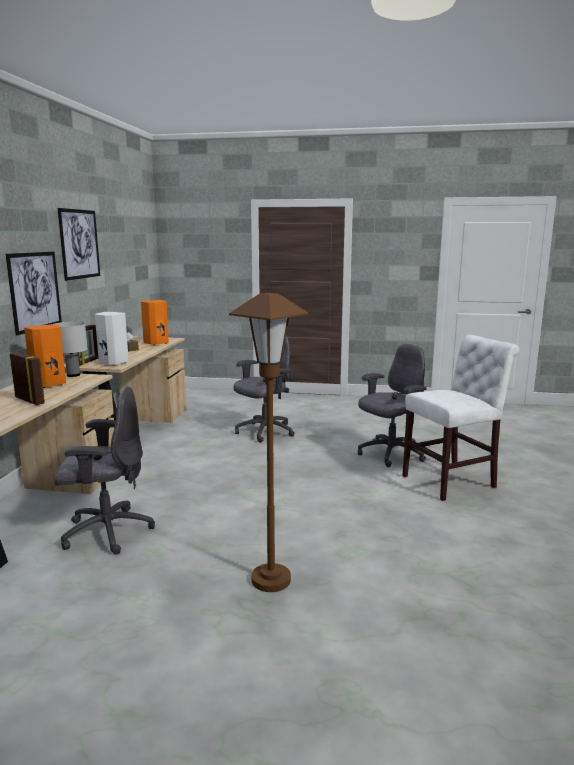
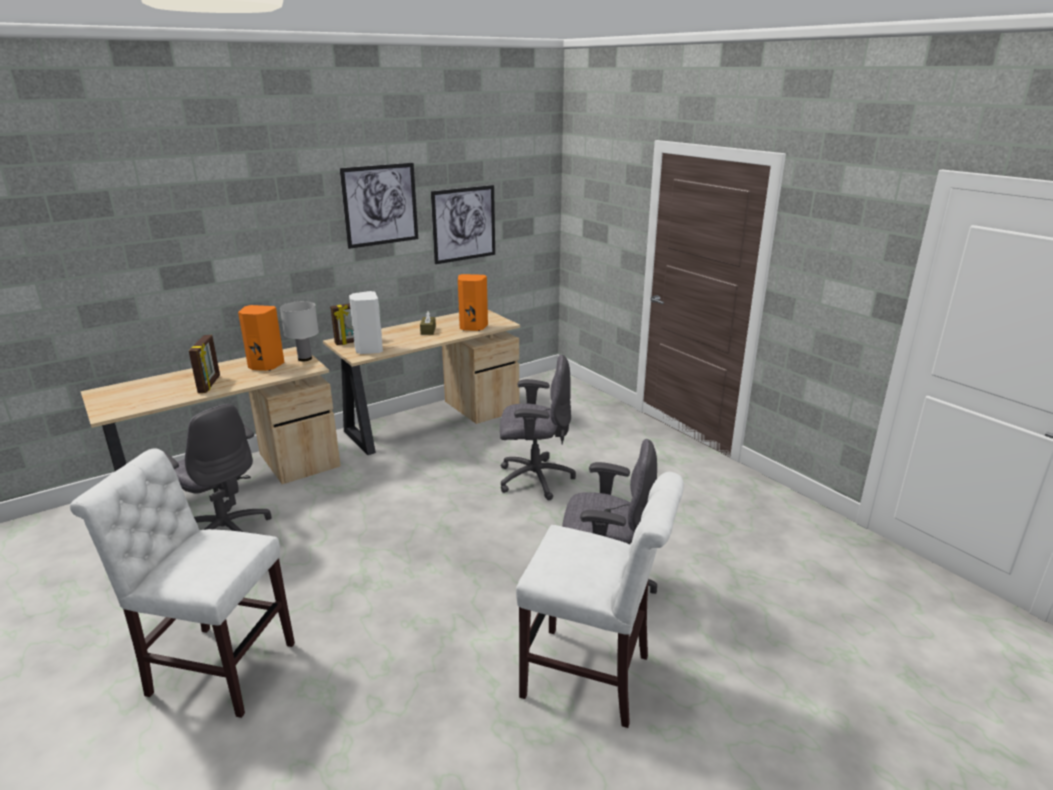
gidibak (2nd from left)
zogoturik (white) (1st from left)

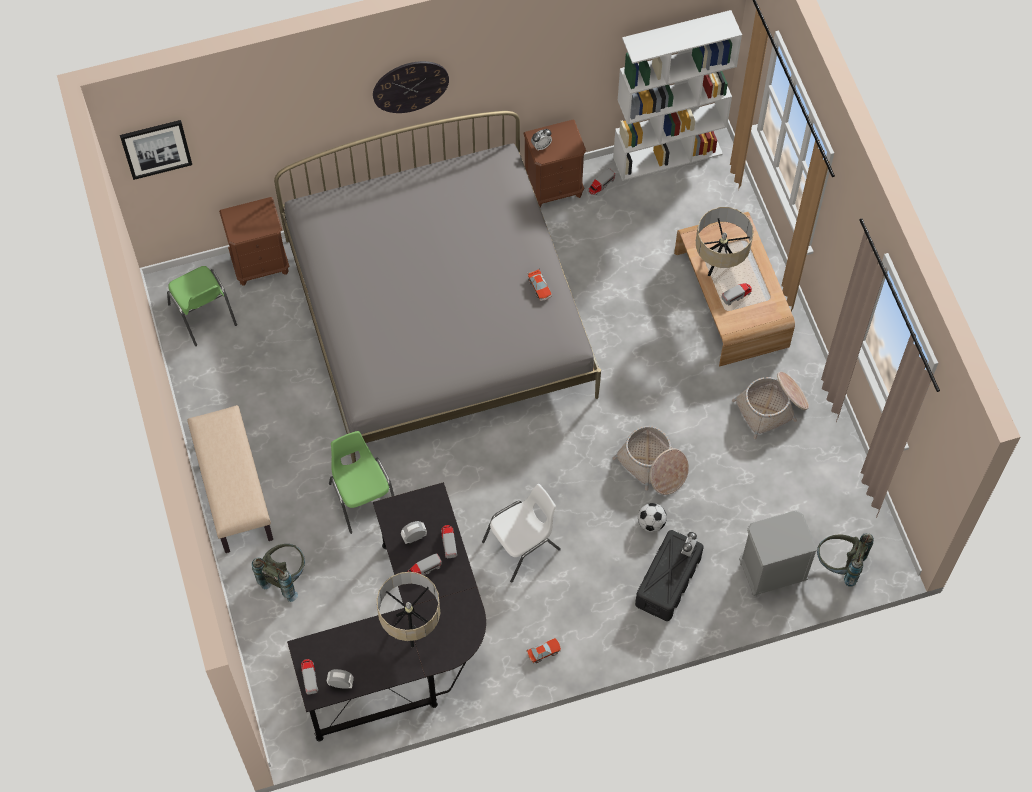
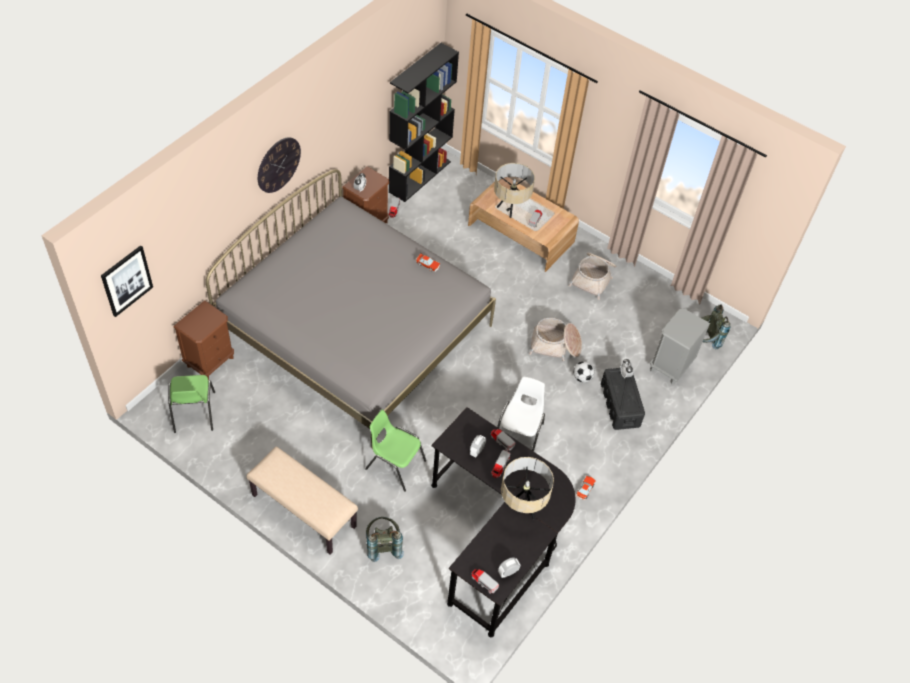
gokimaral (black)
zogoturik (green) (1st from left)

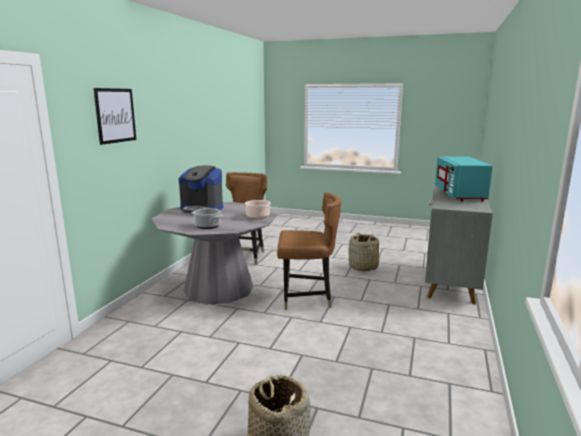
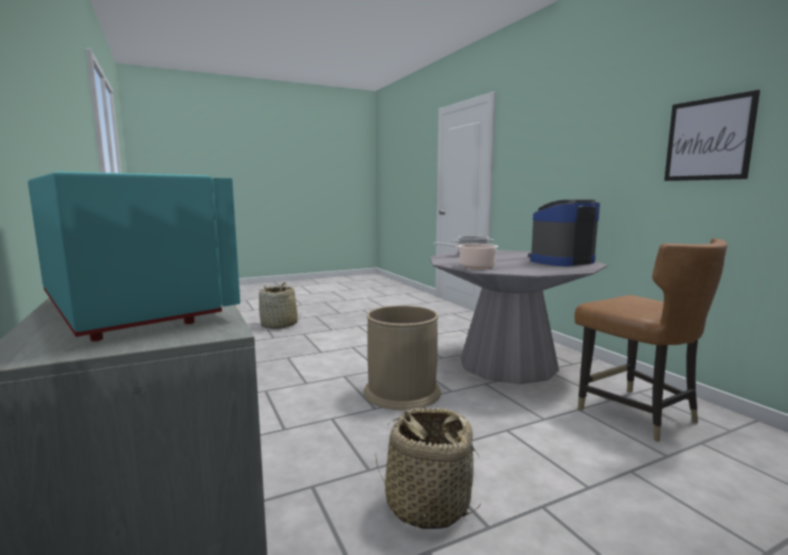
gidibak
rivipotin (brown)

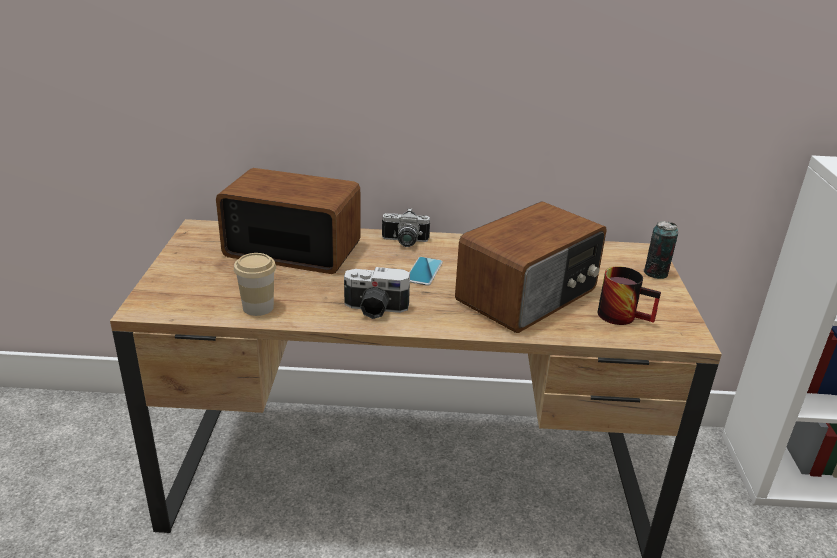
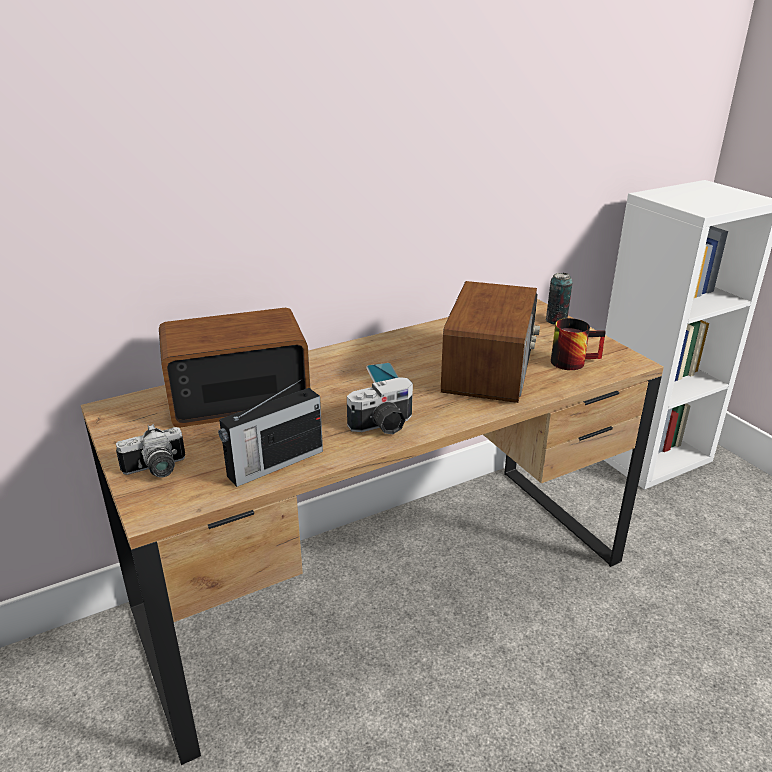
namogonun (1st from left)
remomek (2nd from left)

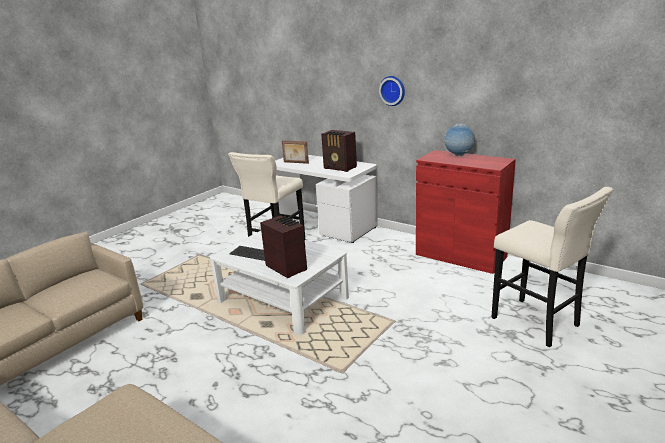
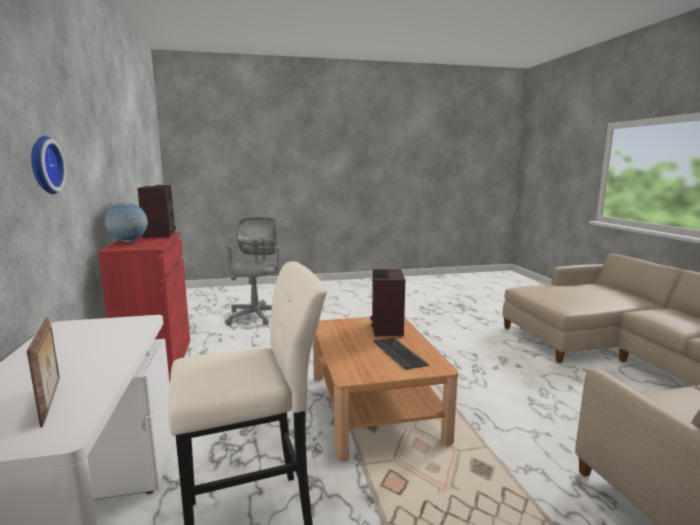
remomek (1st from left)
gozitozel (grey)
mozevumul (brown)

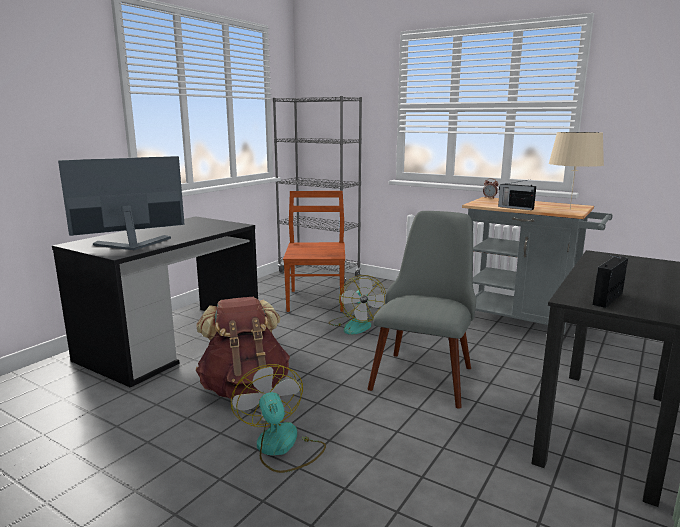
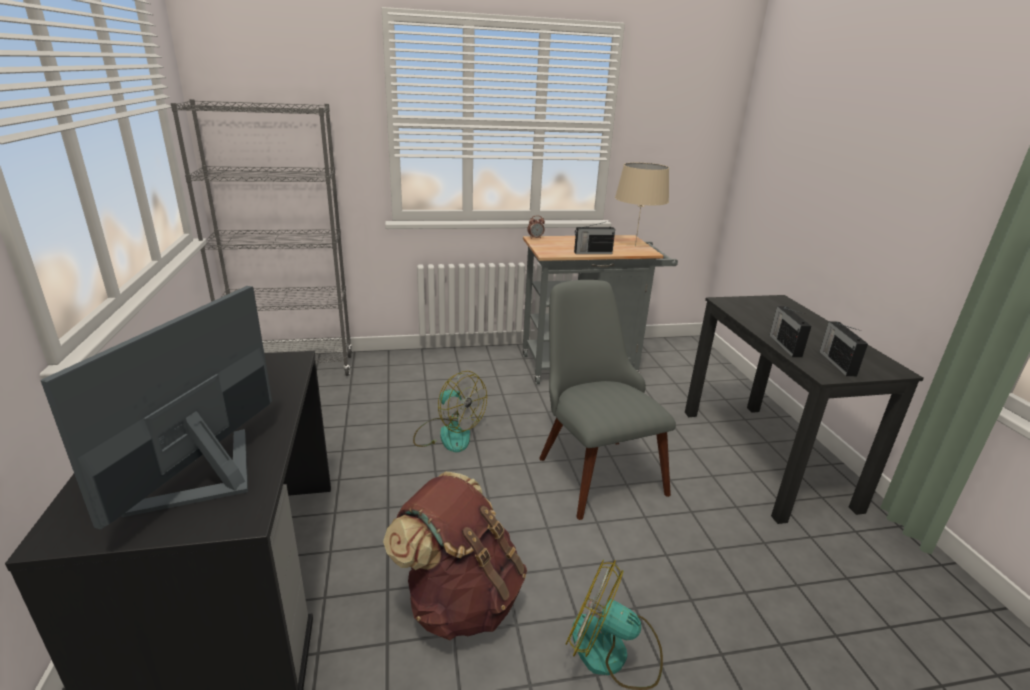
zogoturik (brown)
remomek (2nd from left)

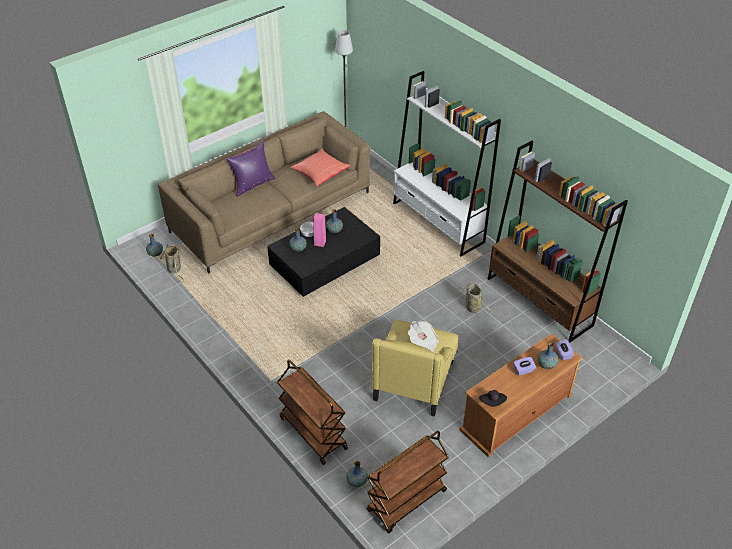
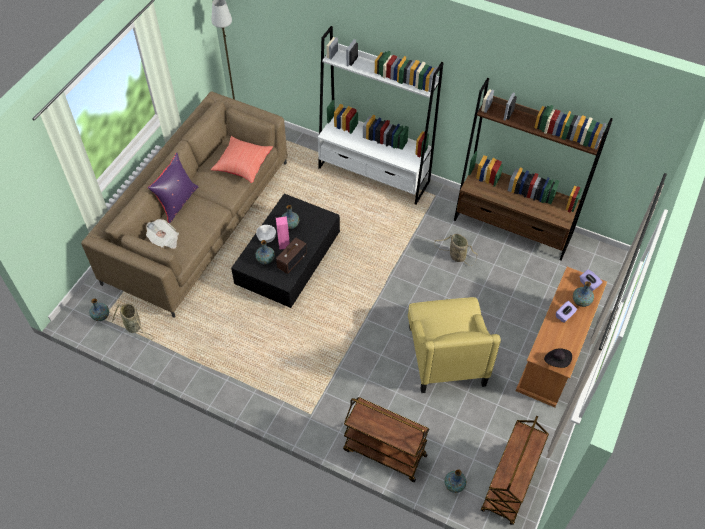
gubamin
remomek

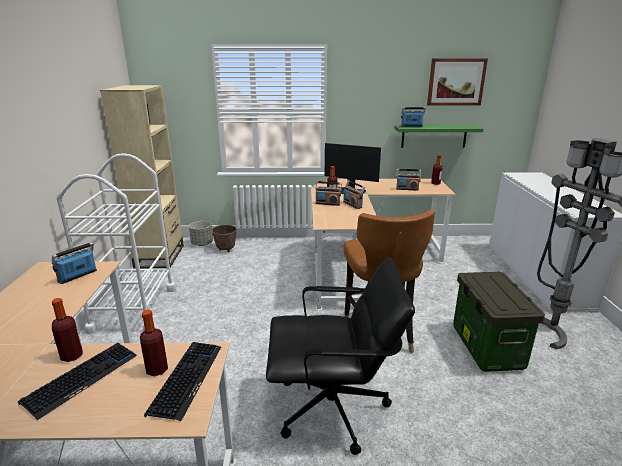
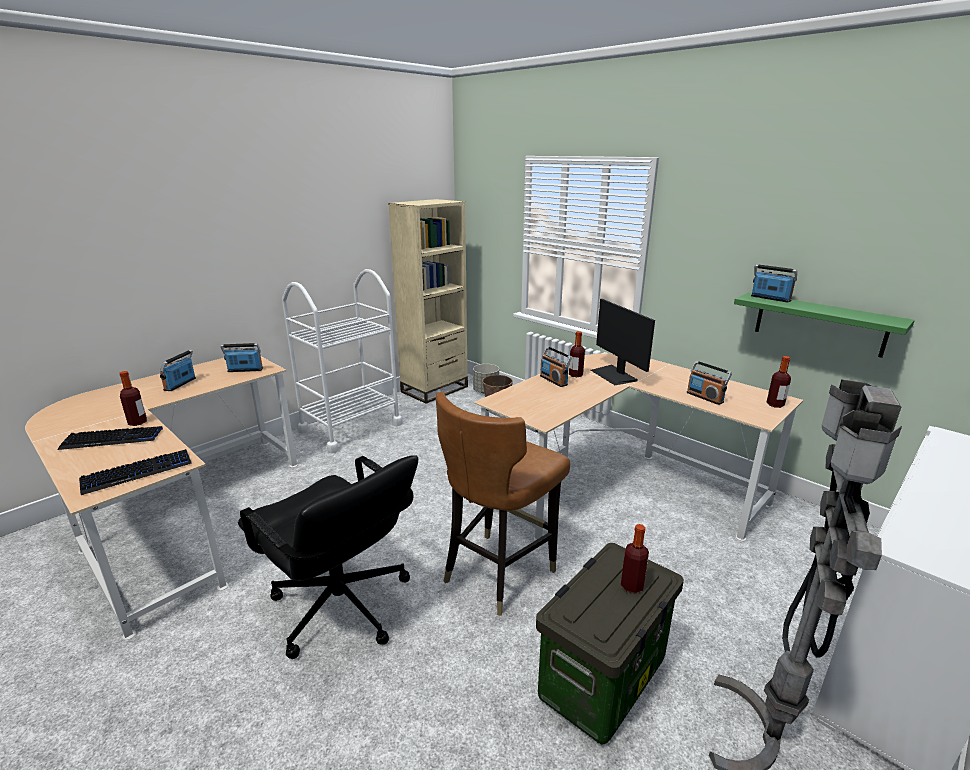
gidibak
remomek (1st from left)
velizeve (3rd from left)

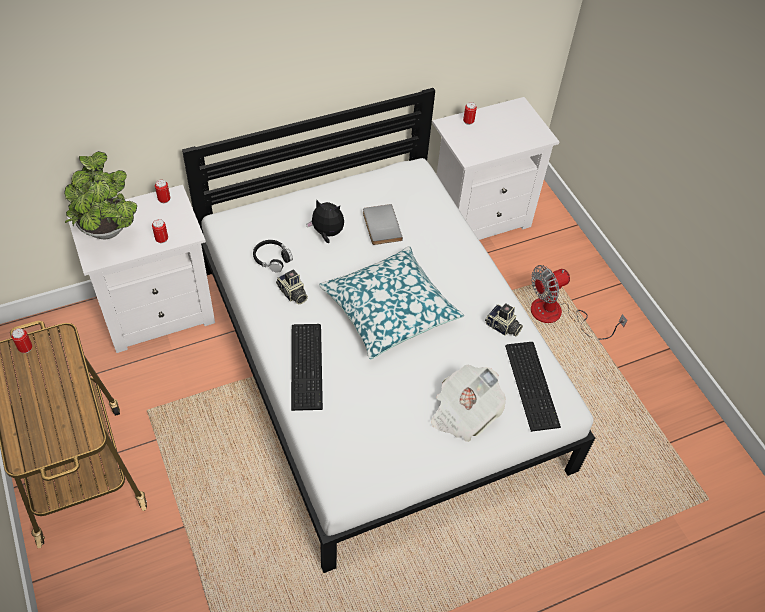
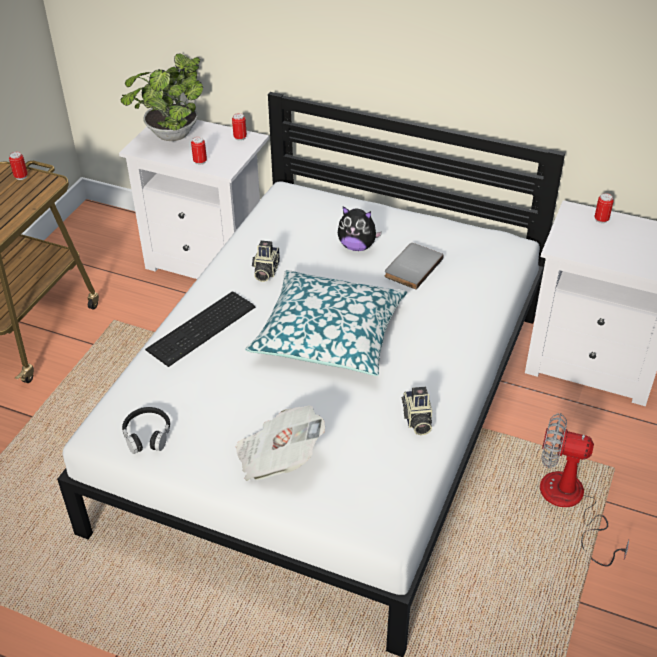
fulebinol
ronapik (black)
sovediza (2nd from left in the first image)

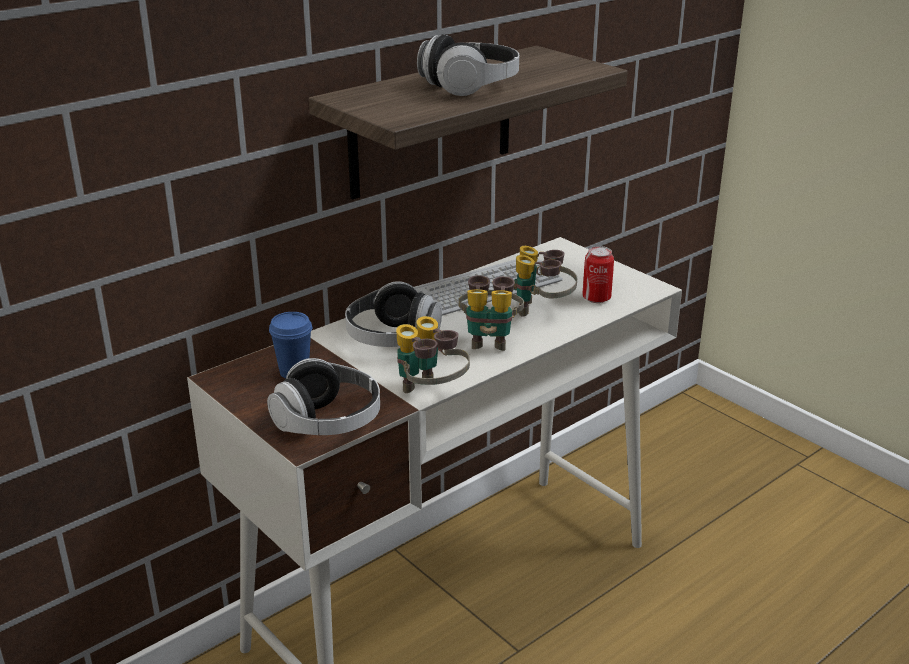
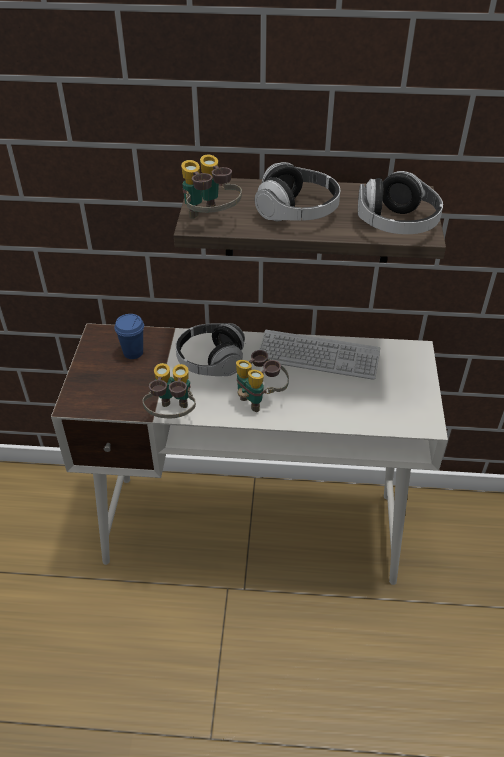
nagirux (2nd from left)
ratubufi
ronapik (3rd from left)

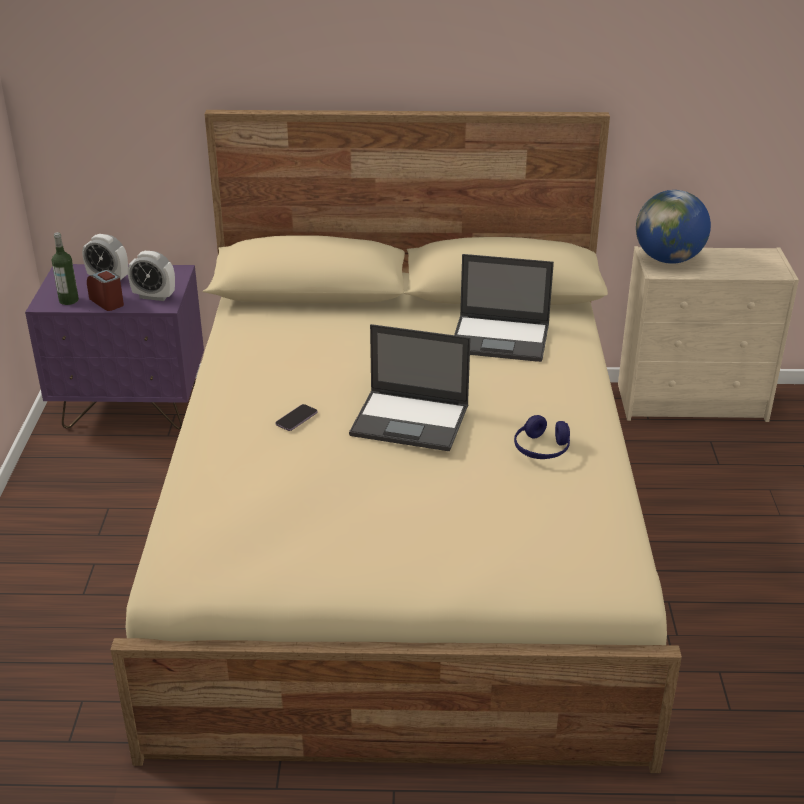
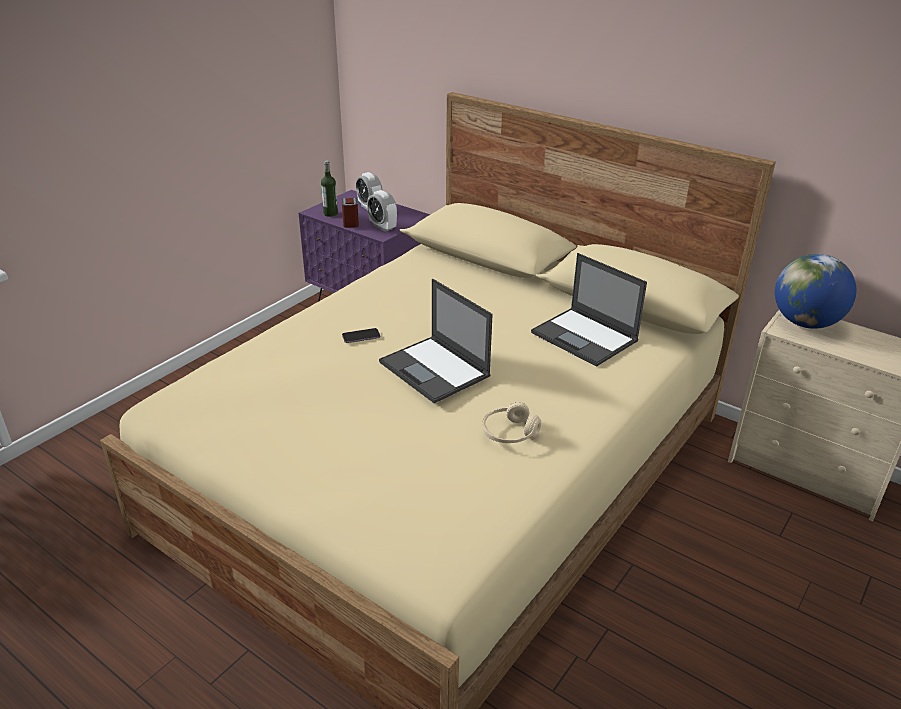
ronapik (beige)

